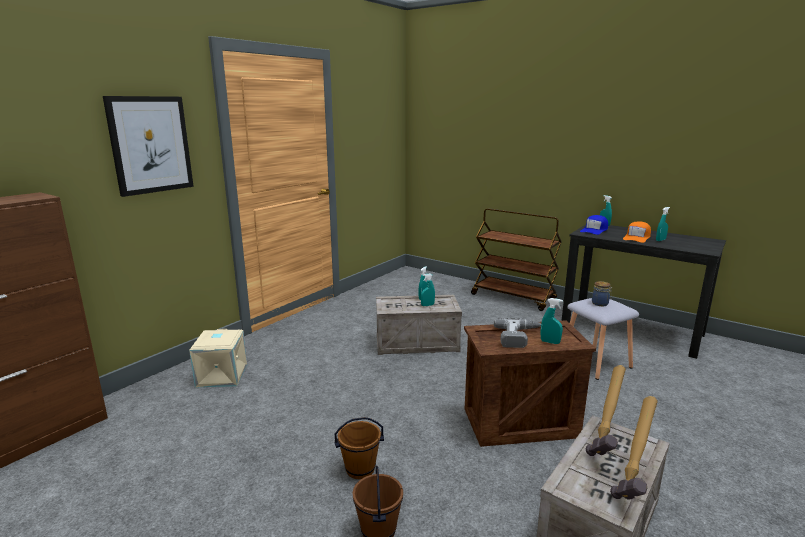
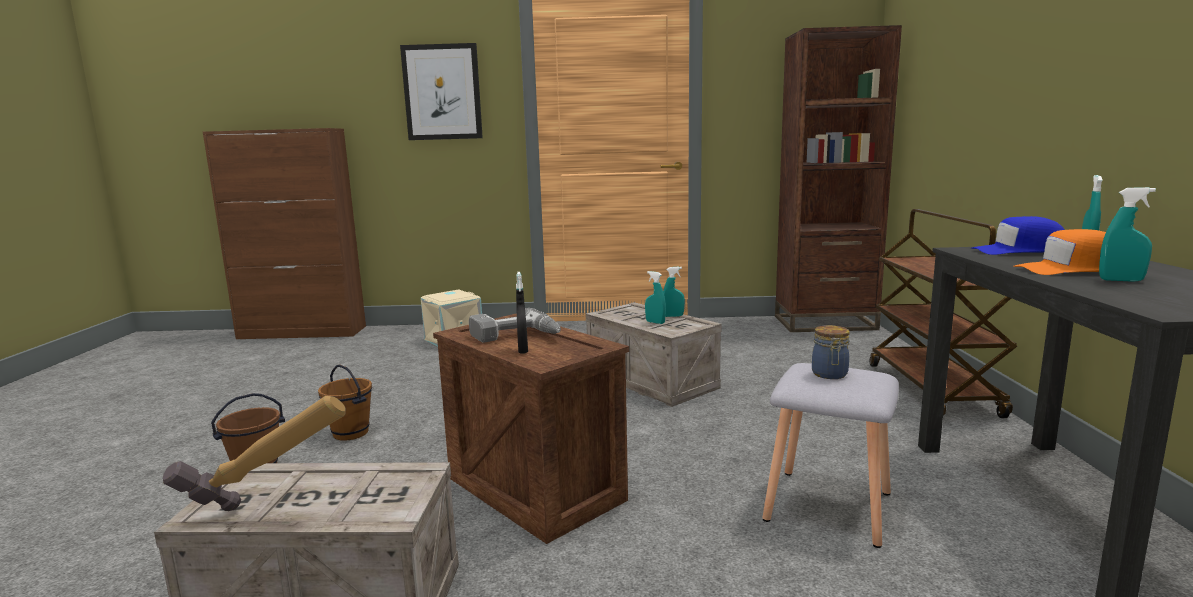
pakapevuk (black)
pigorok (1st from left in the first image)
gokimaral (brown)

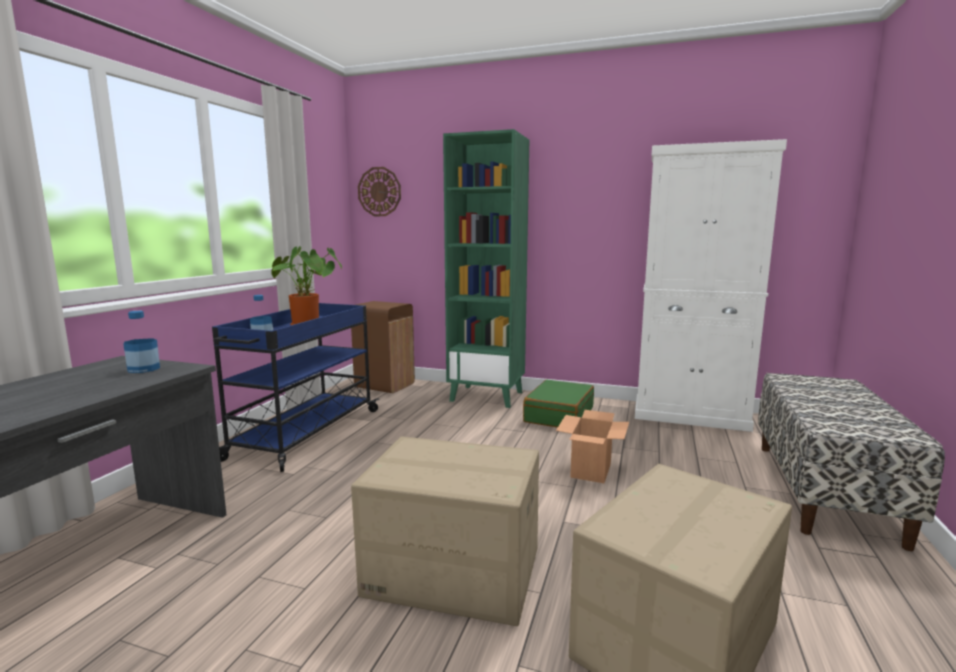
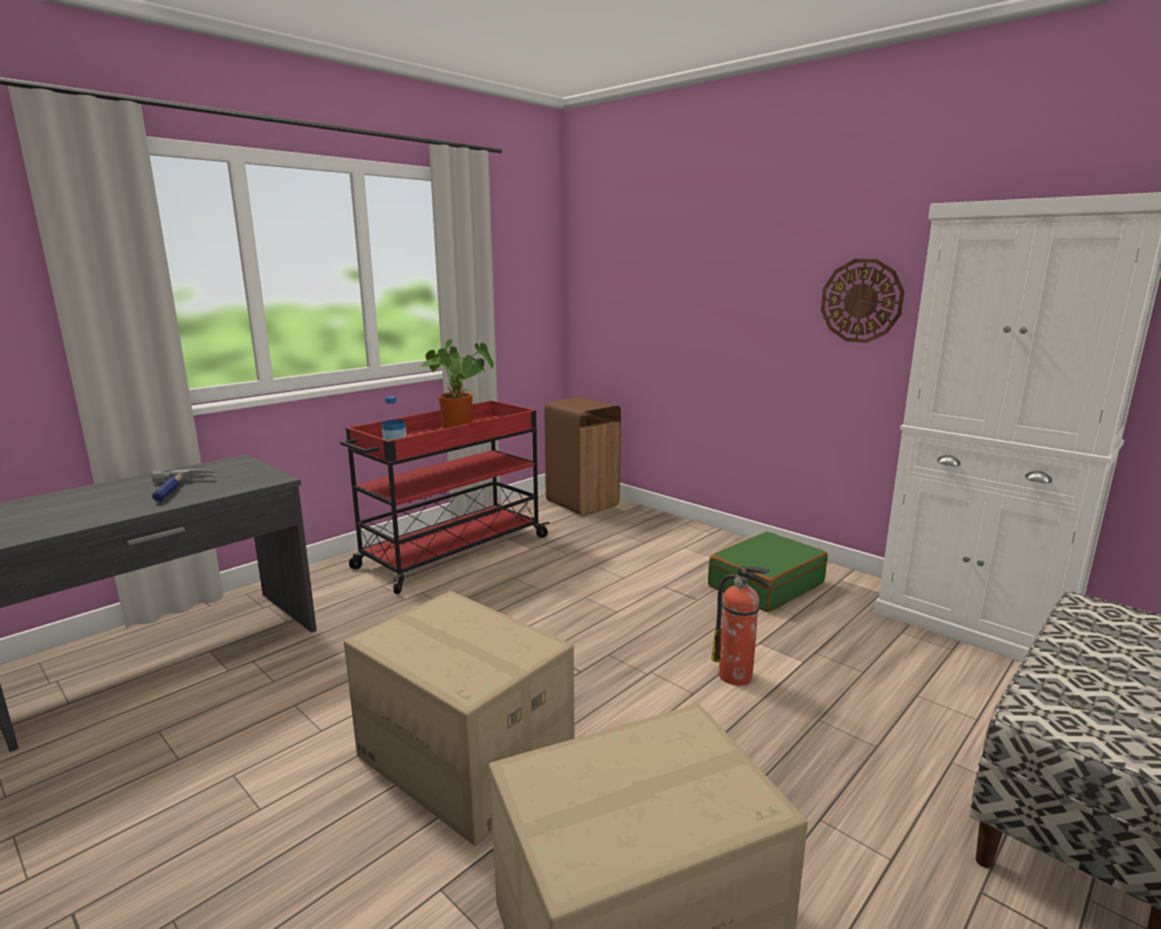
gokimaral (green)
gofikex
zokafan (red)
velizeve (1st from left in the first image)
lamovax
pigorok

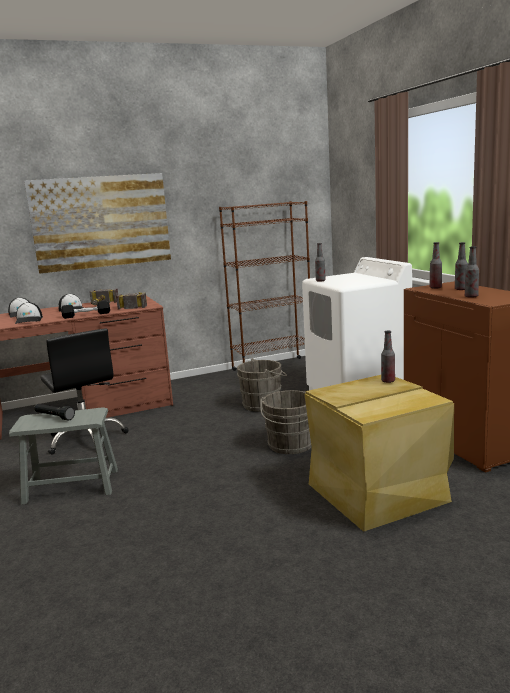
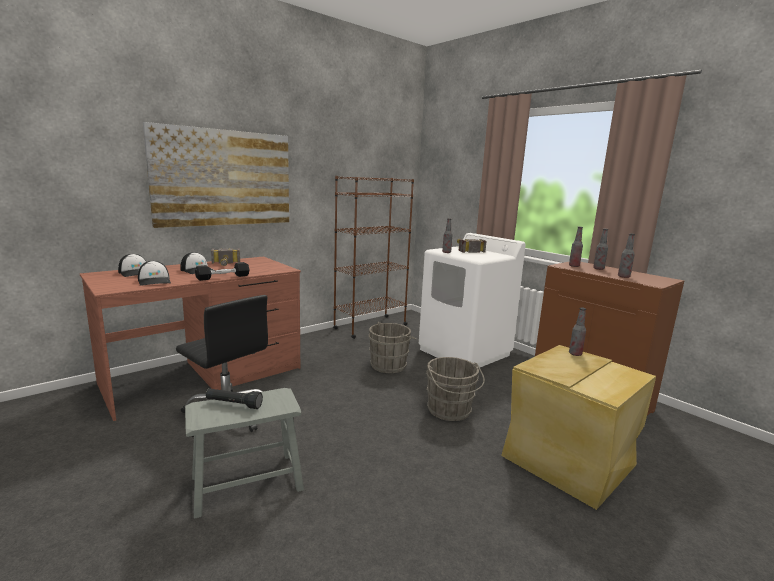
pigorok (2nd from left)

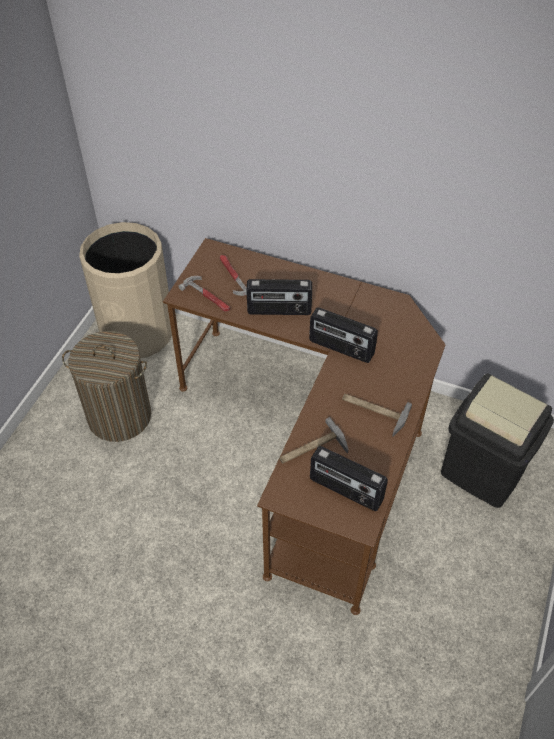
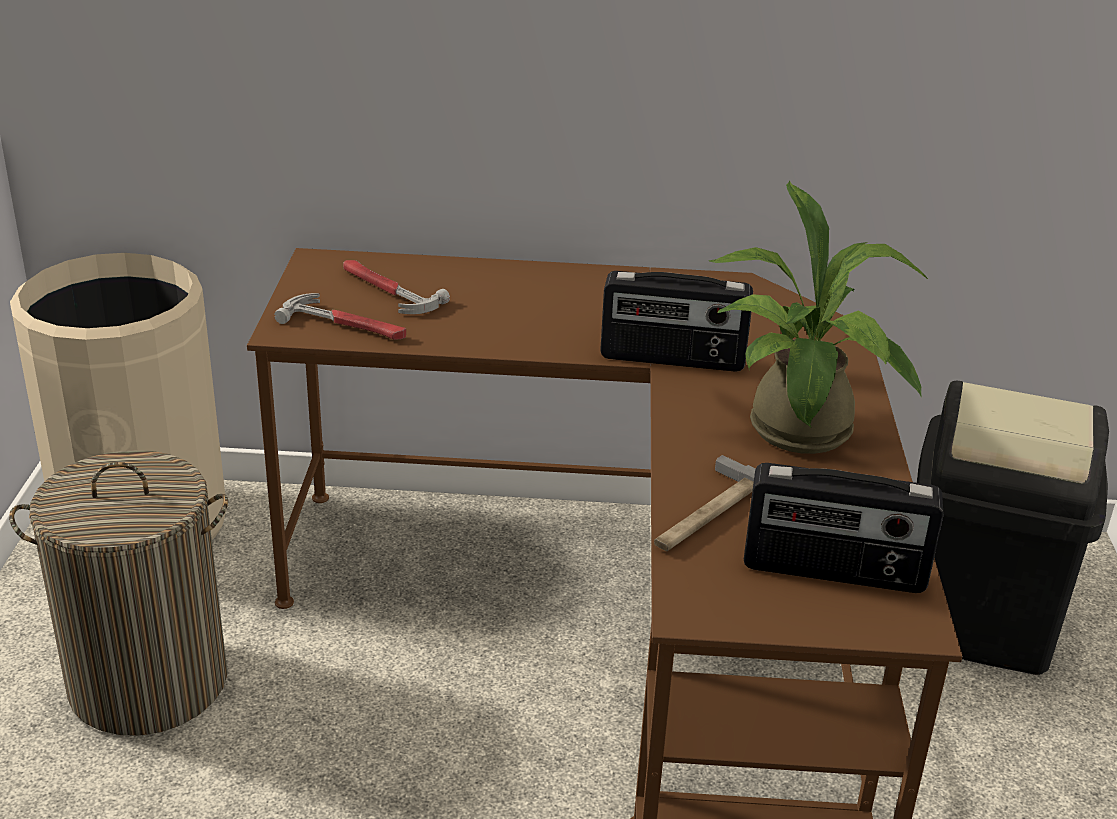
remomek (1st from left in the first image)
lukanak

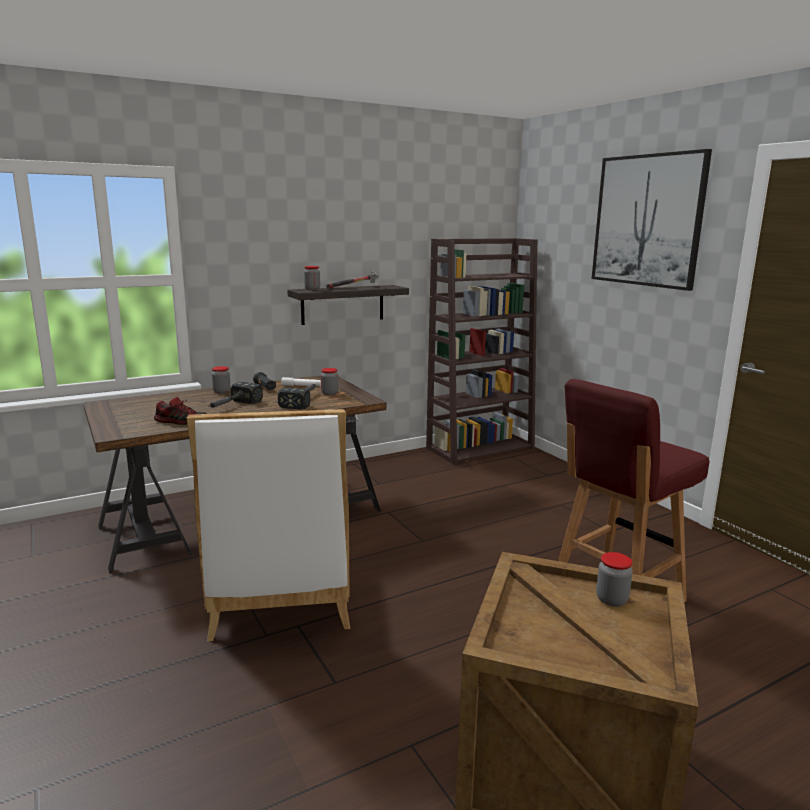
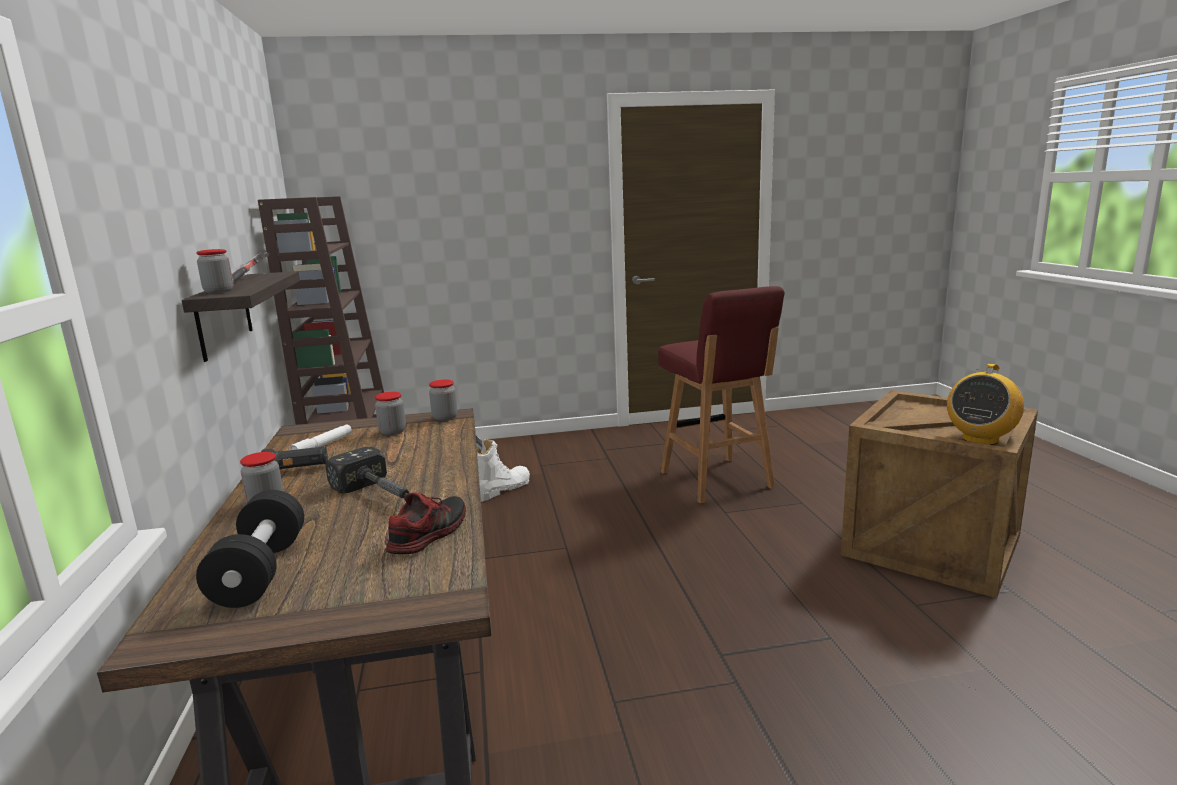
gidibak
pigorok (2nd from left in the first image)
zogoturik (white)
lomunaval (4th from left)
remomek
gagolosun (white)
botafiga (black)

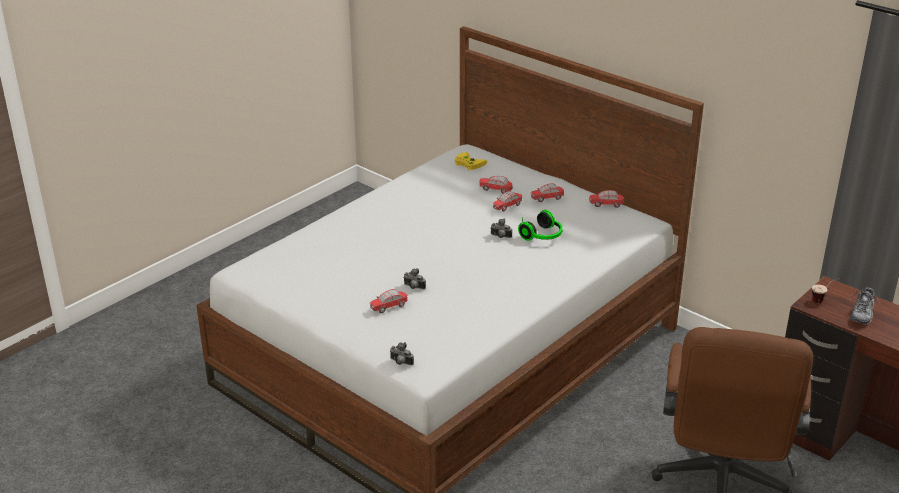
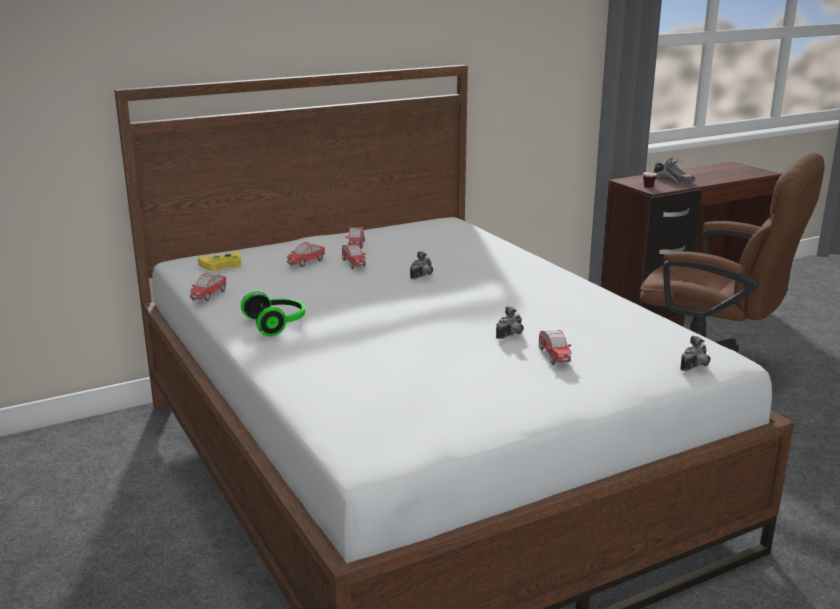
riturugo (1st from left)
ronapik

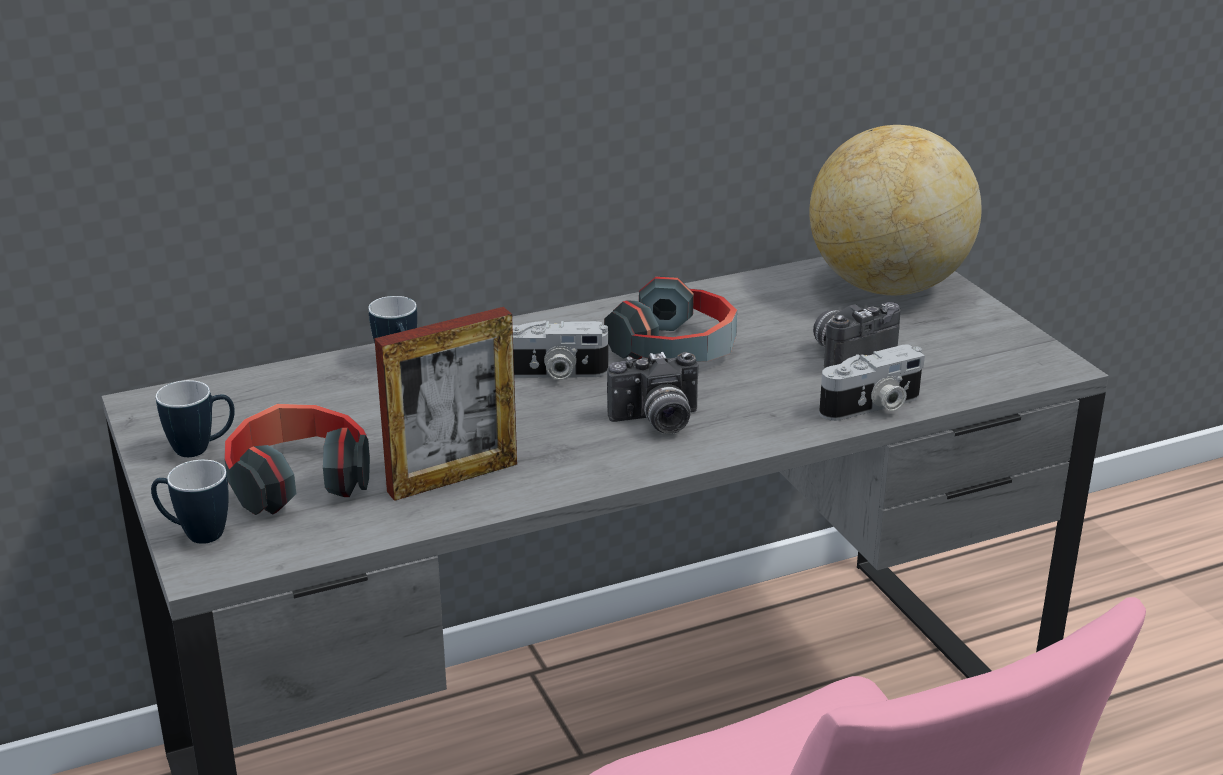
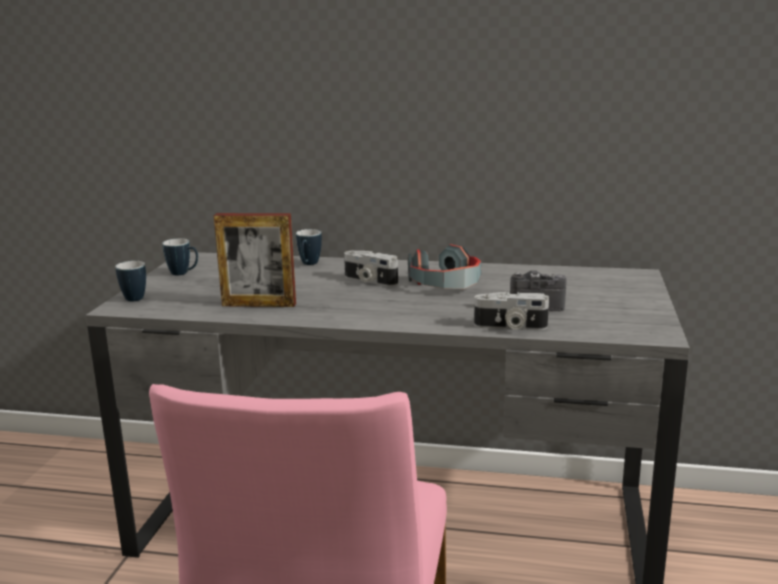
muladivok
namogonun (2nd from left in the first image)
ronapik (1st from left in the first image)

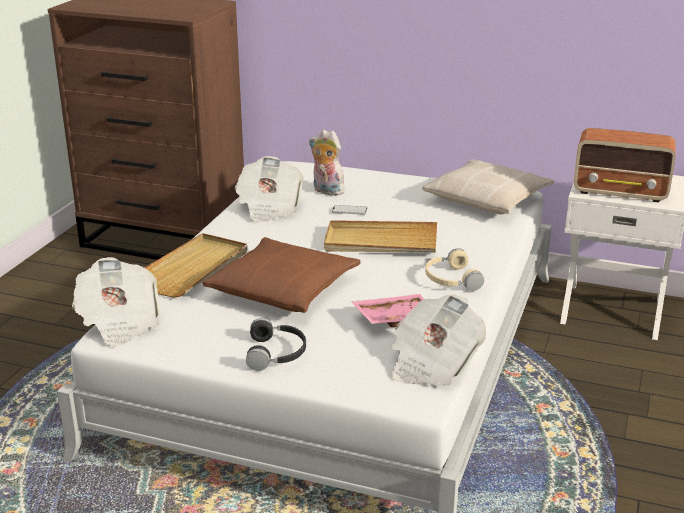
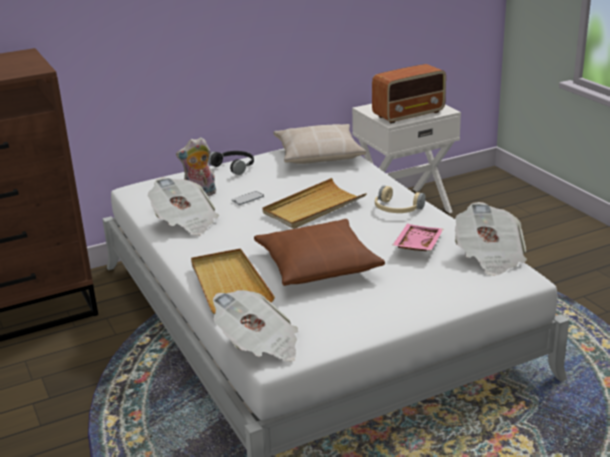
ronapik (black)

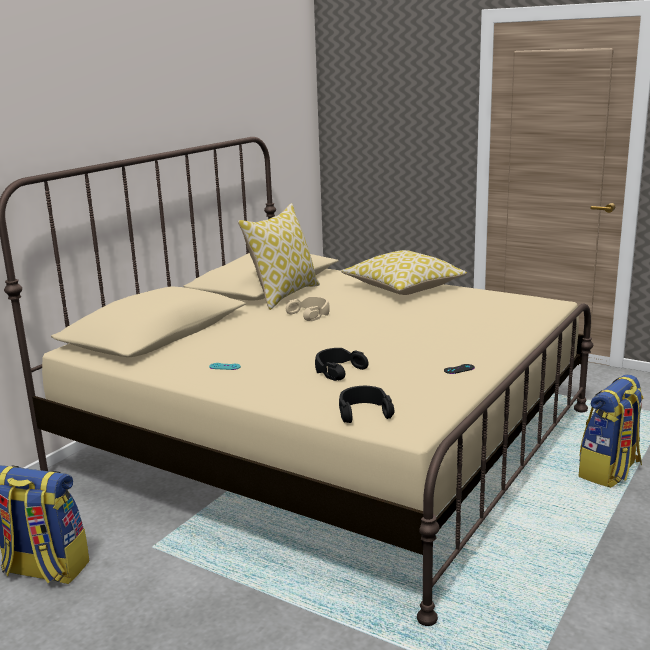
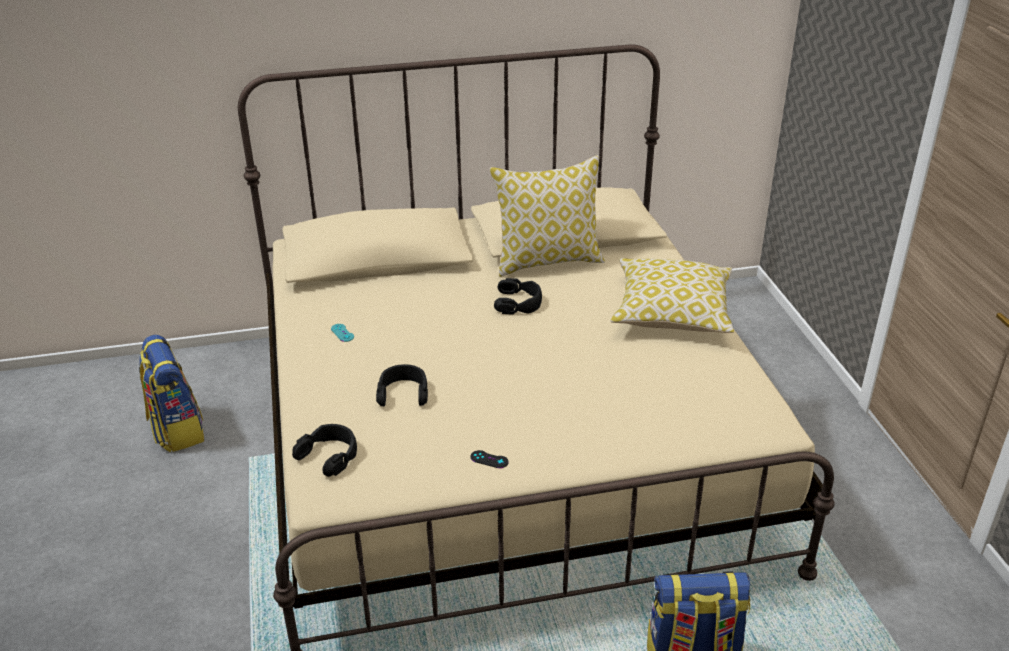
ronapik (black) (3rd from left)

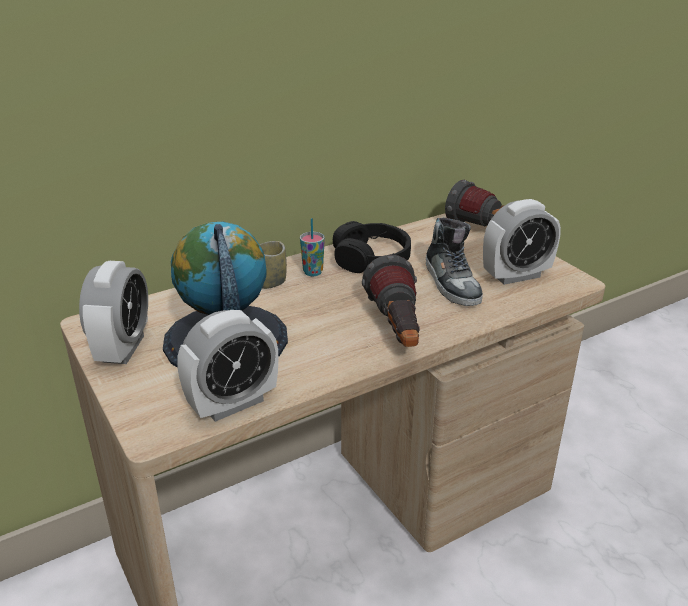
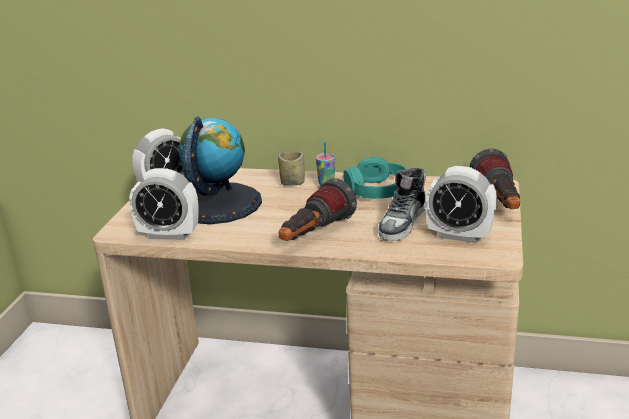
ronapik (turquoise)

